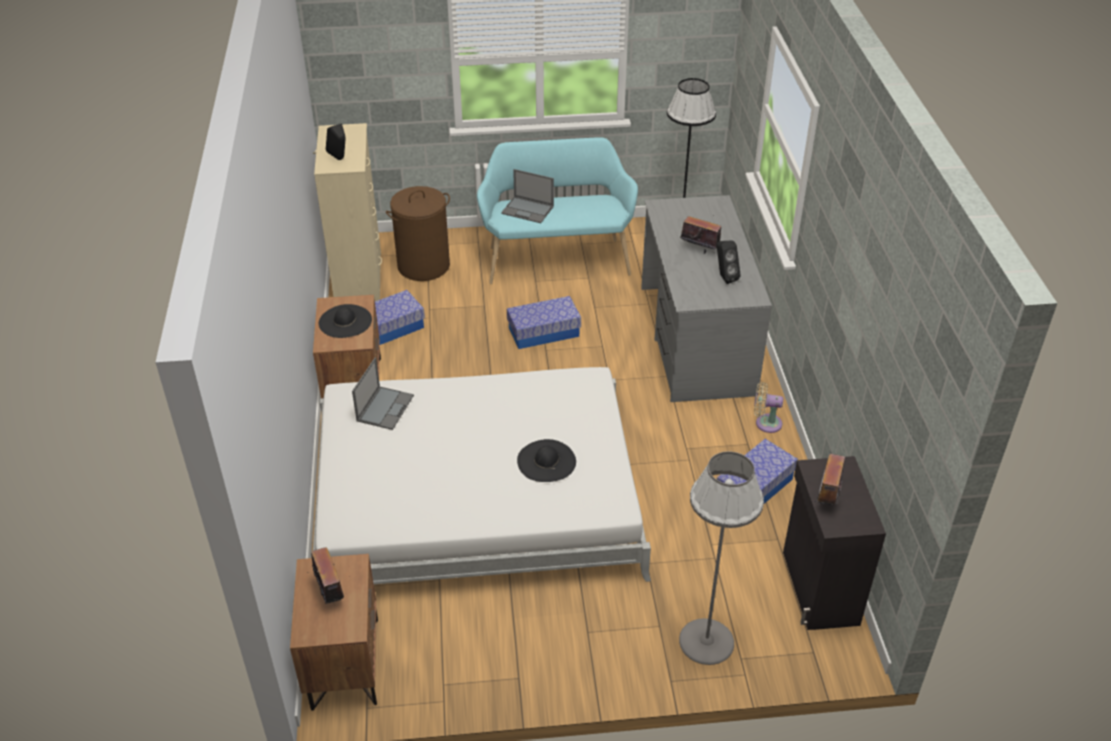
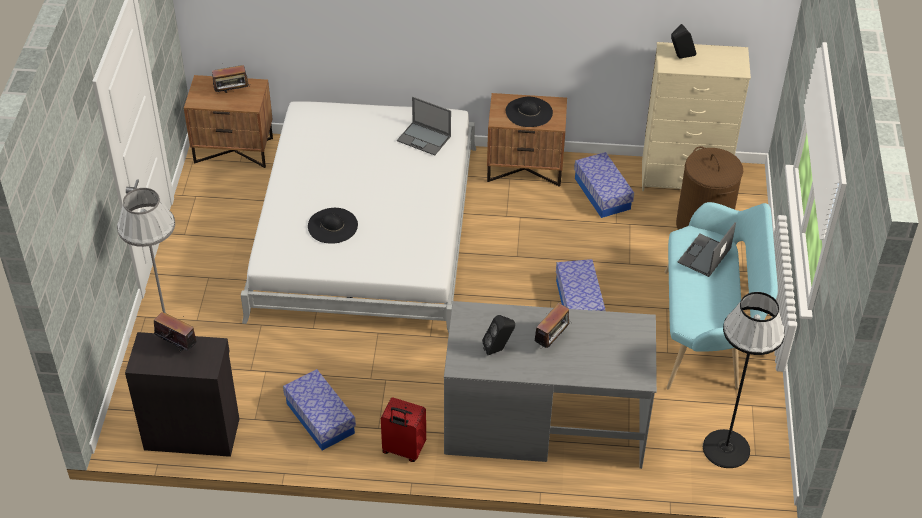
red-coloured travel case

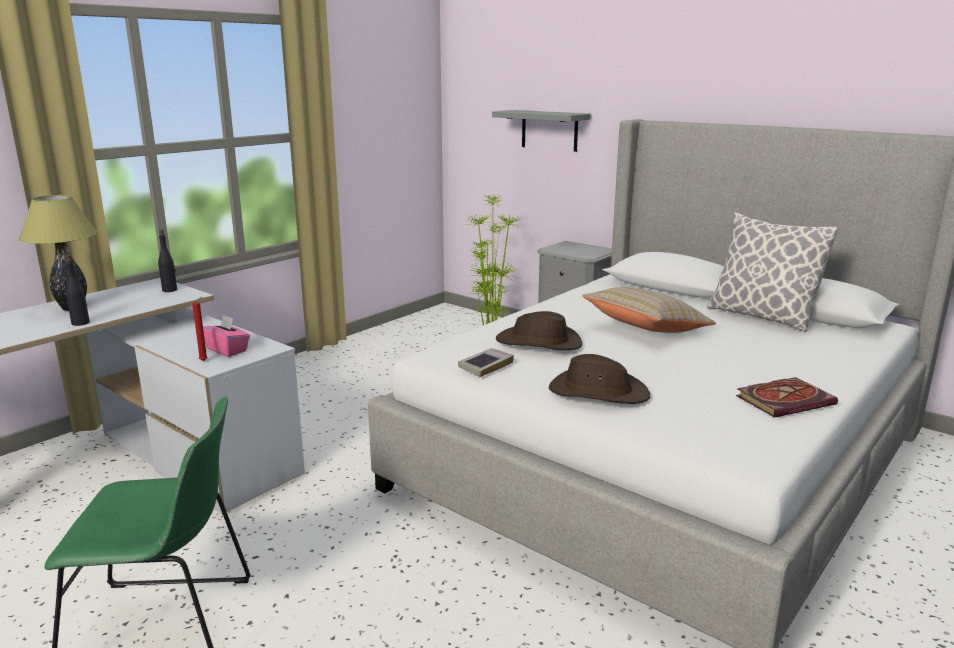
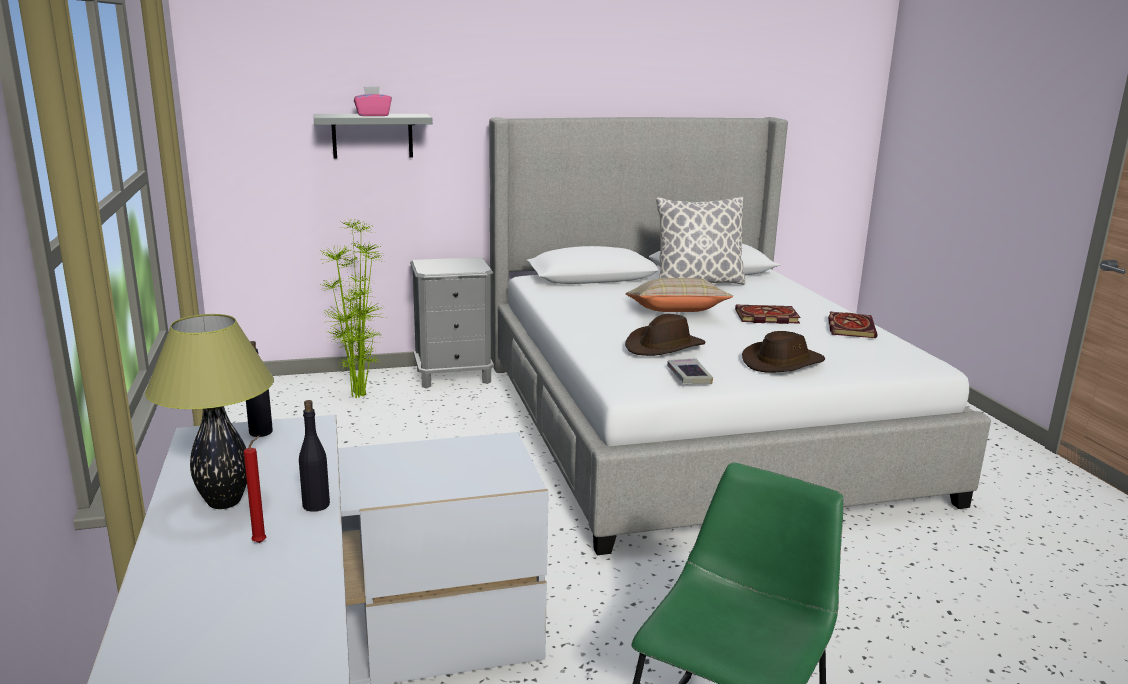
red-coloured wax candle; pink box of tissues; book (2nd from left)

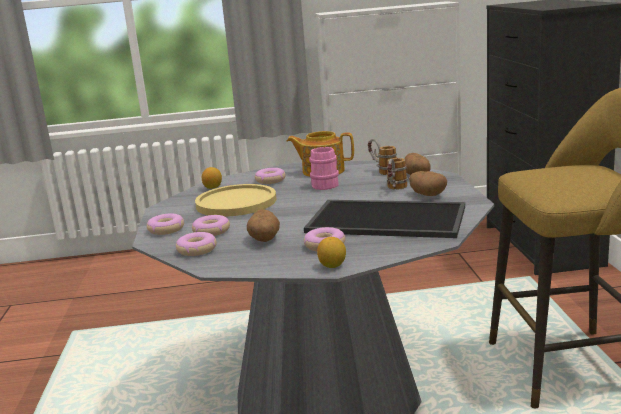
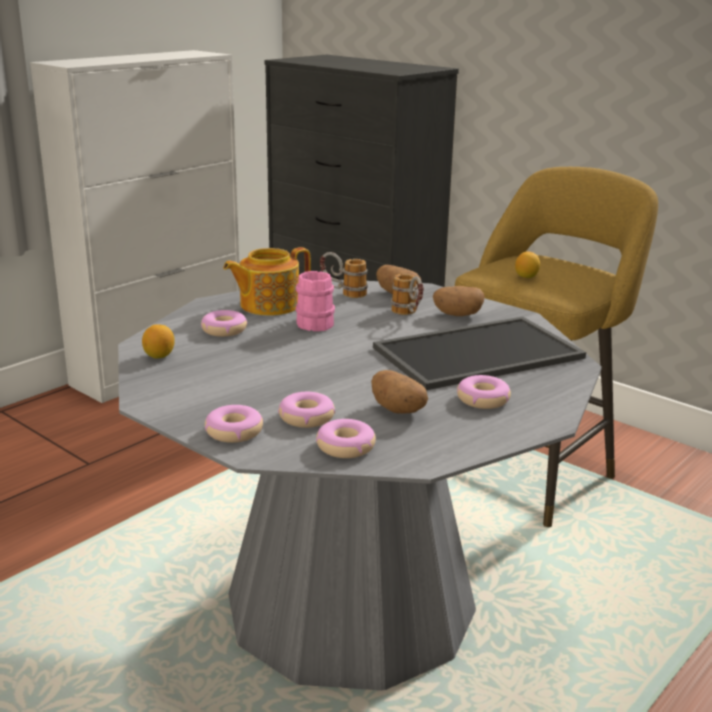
citrus fruit (2nd from left); yellow plate

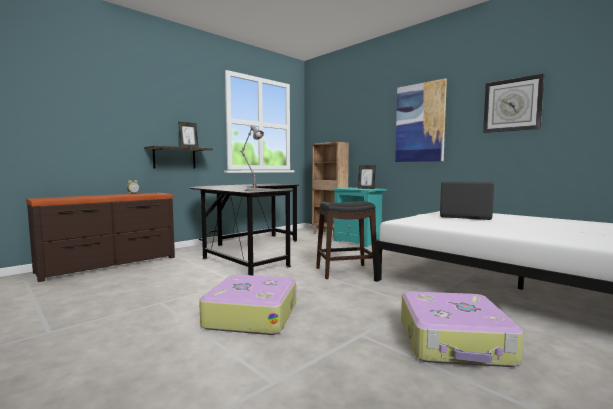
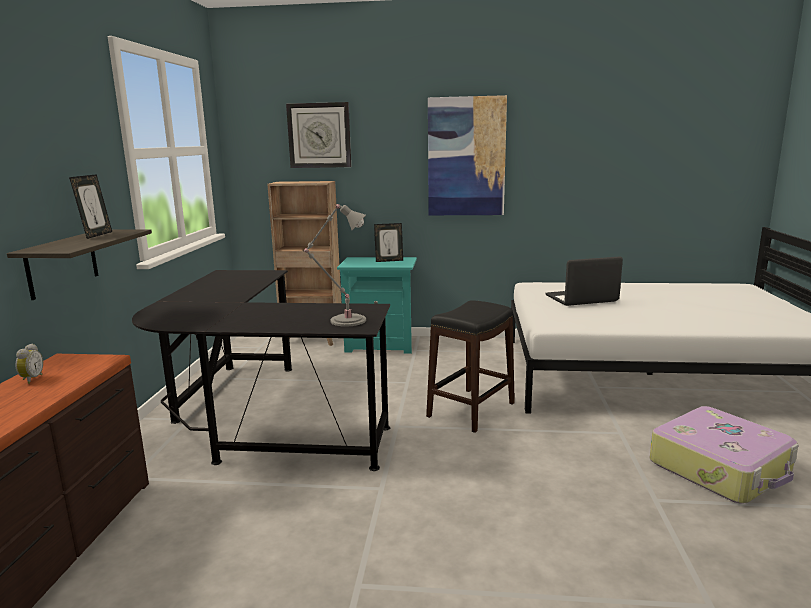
hanging clock; travel case (1st from left in the first image)

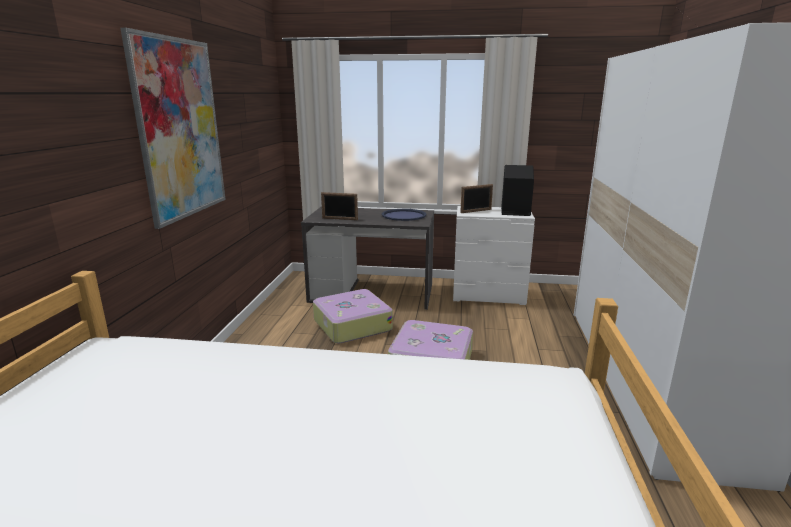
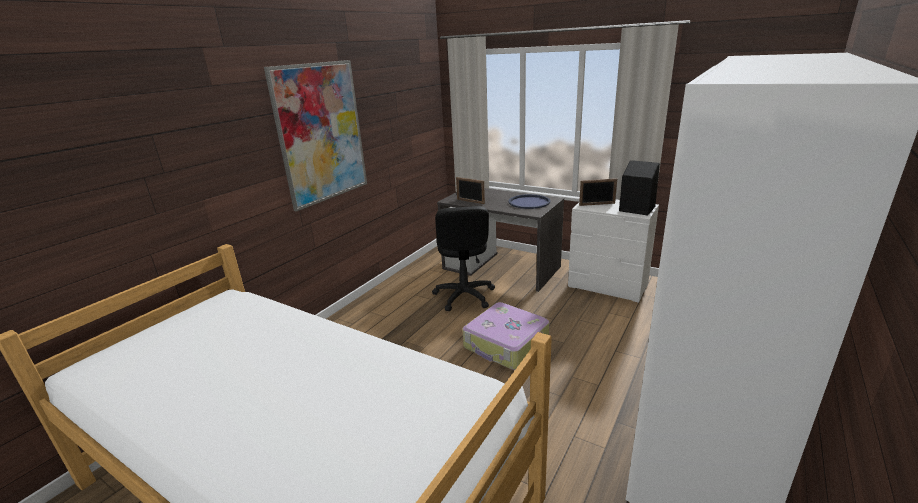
blackish desk chair

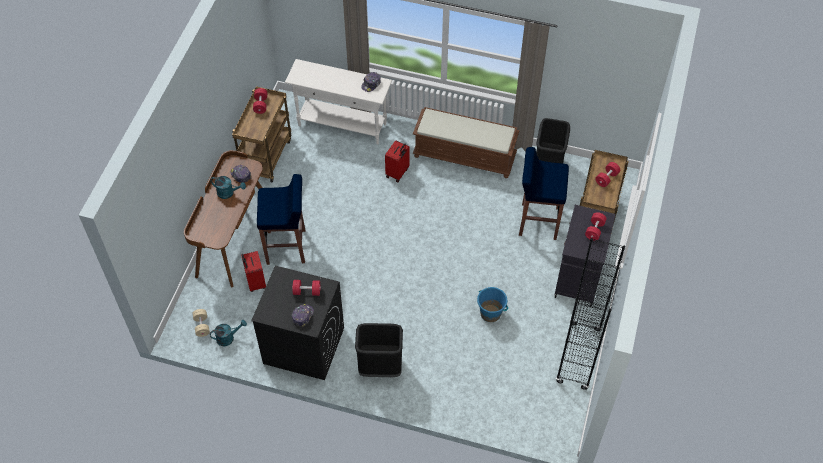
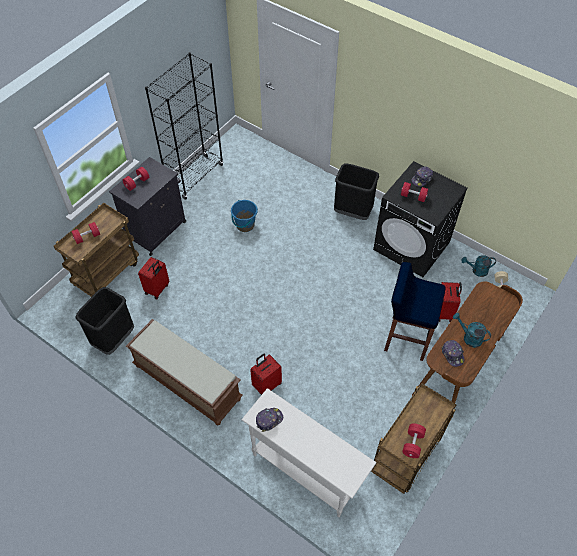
red-coloured travel case (1st from left)

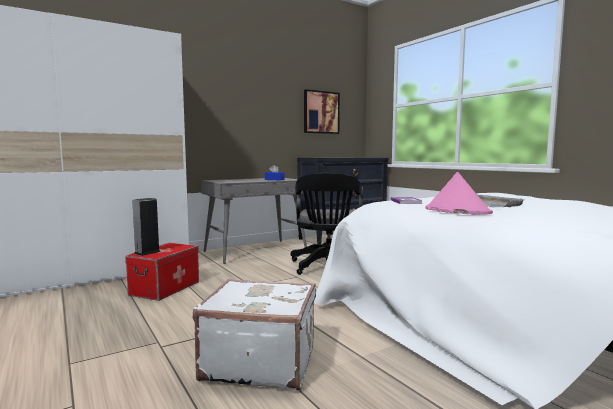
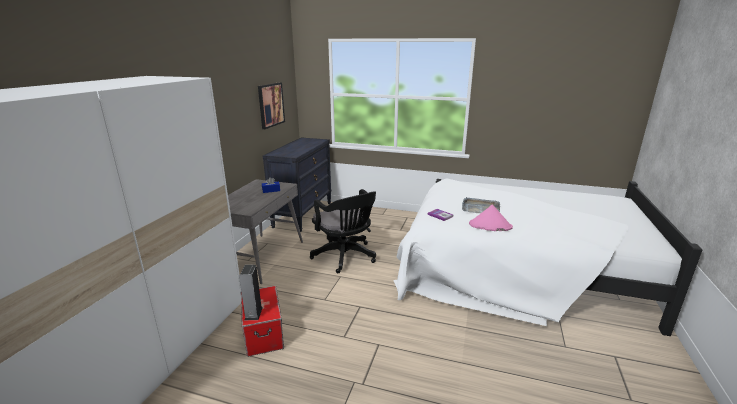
white-coloured travel case

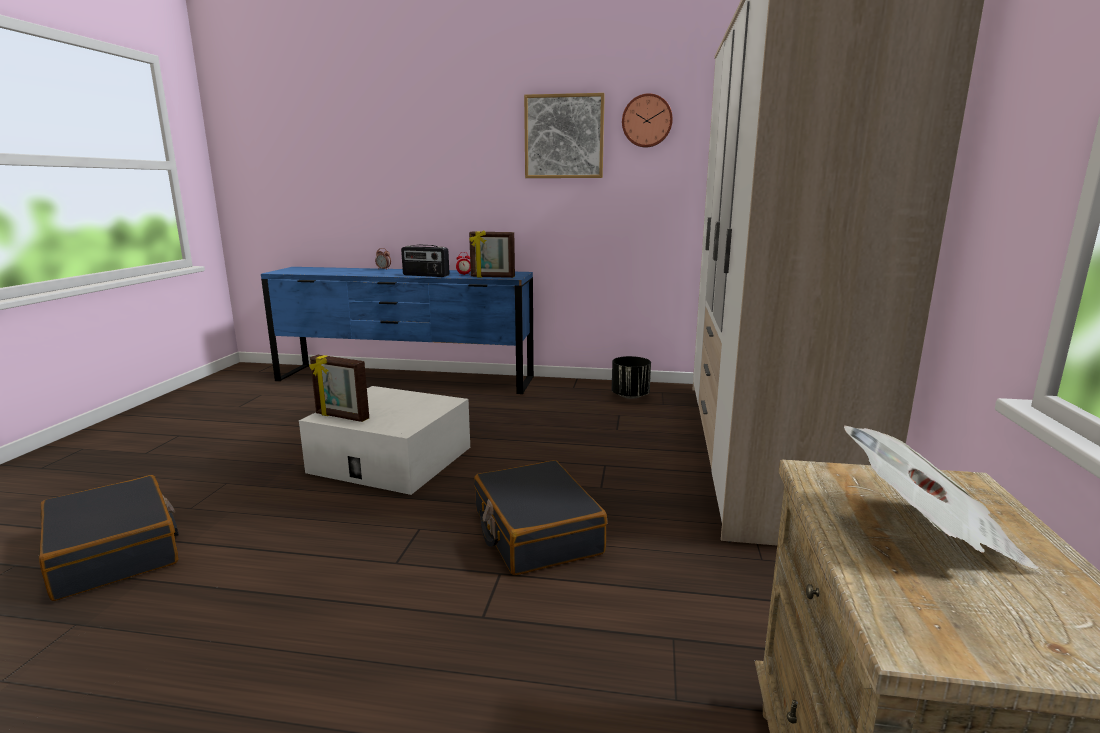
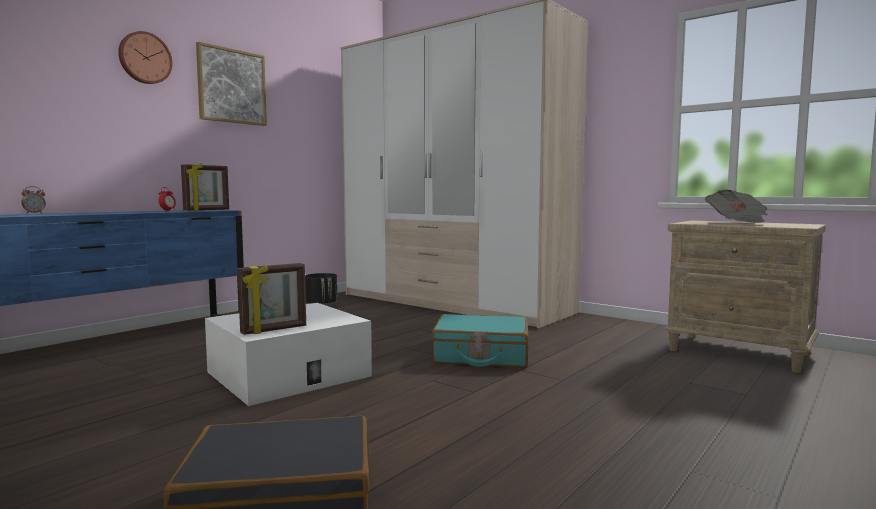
hanging clock; turquoise-coloured travel case; radio set

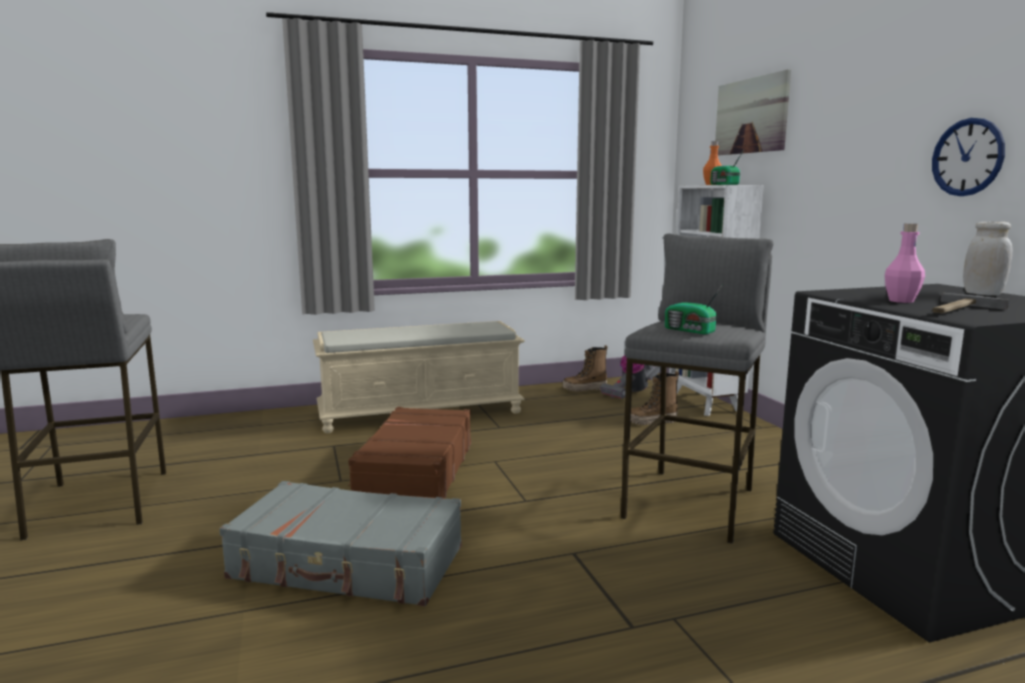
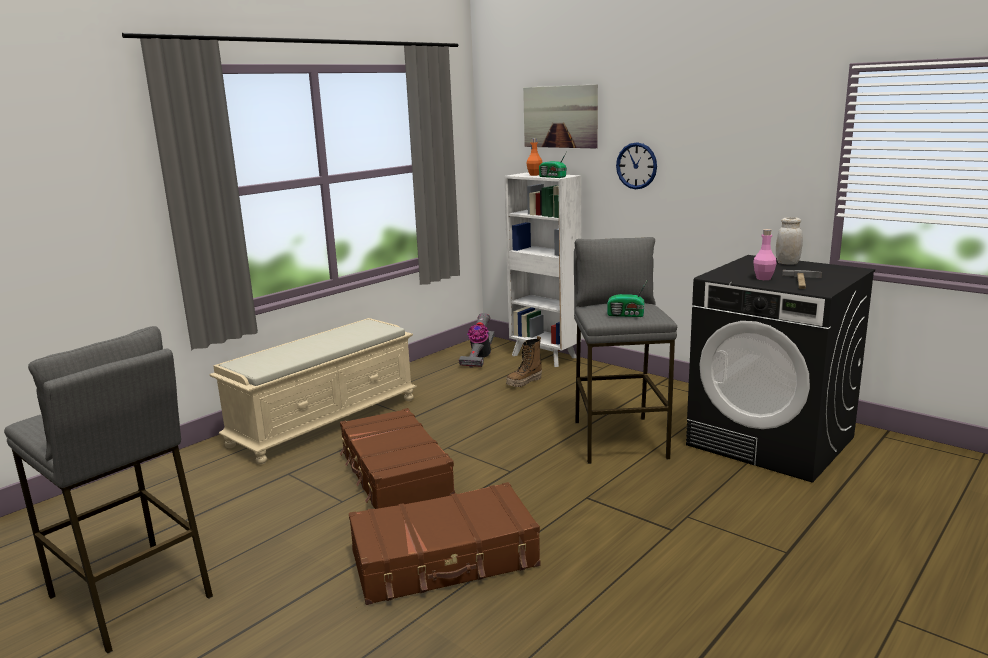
brown-coloured travel case (2nd from left); hanging clock; high-top boot (1st from left in the first image)

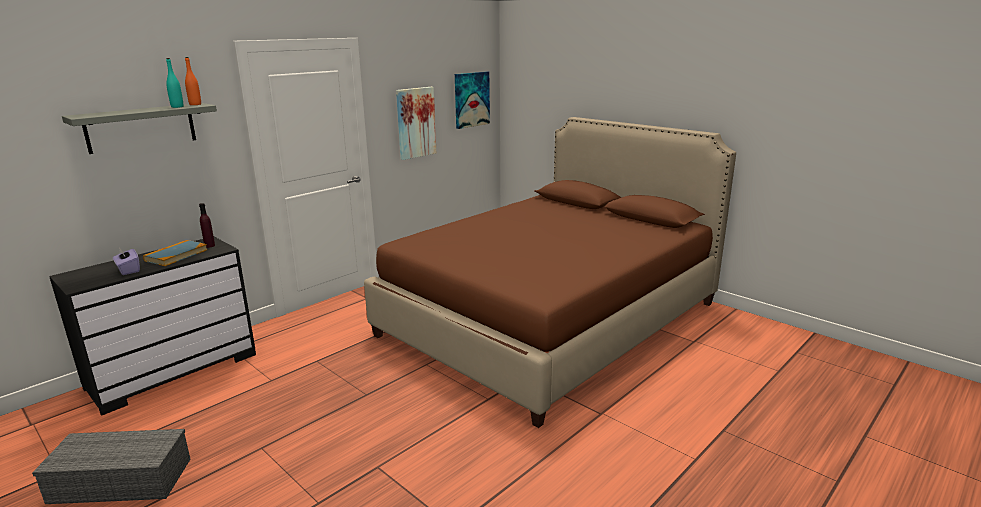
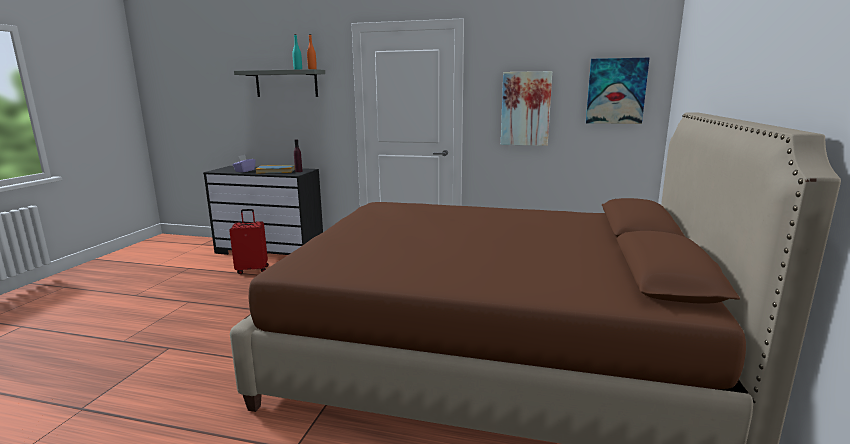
red-coloured travel case; gray storage bin

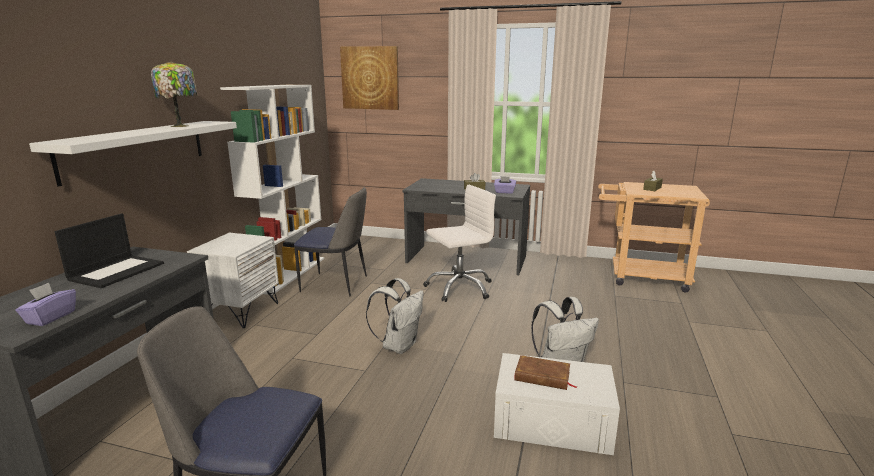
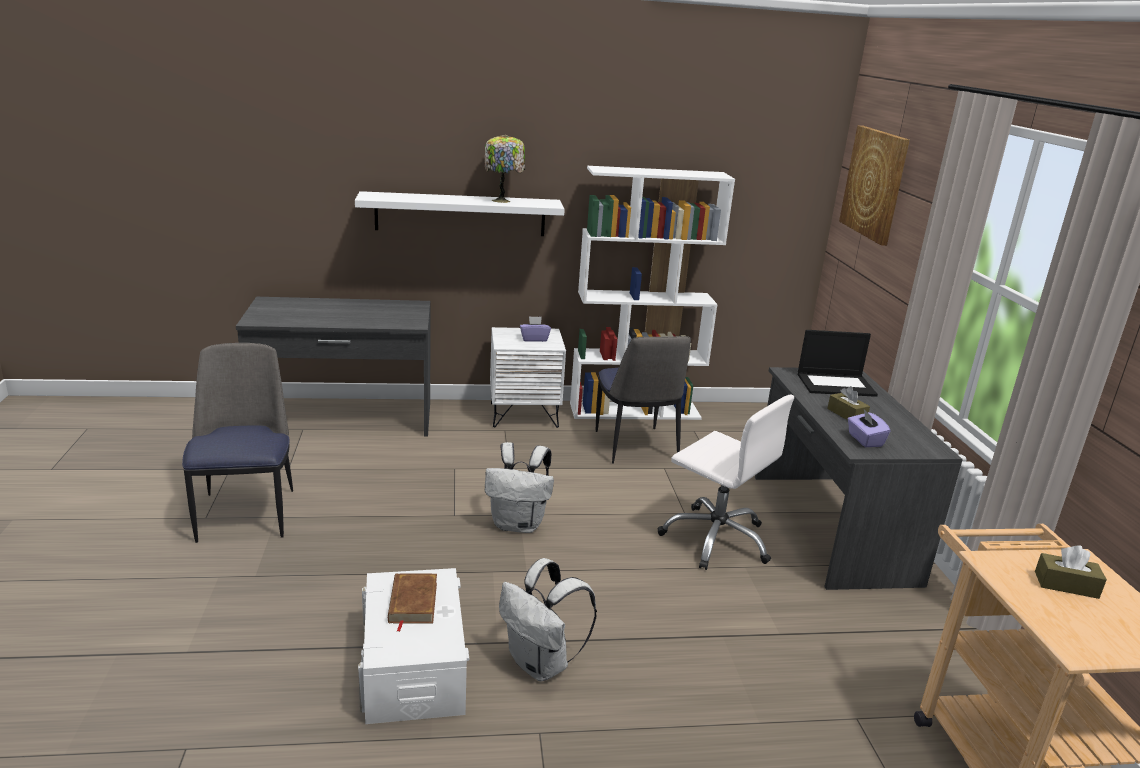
purple-coloured box of tissues (1st from left); laptop

